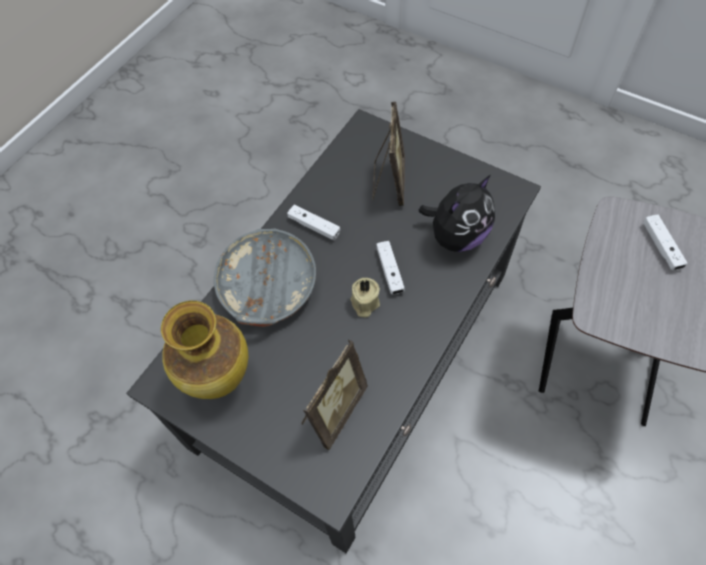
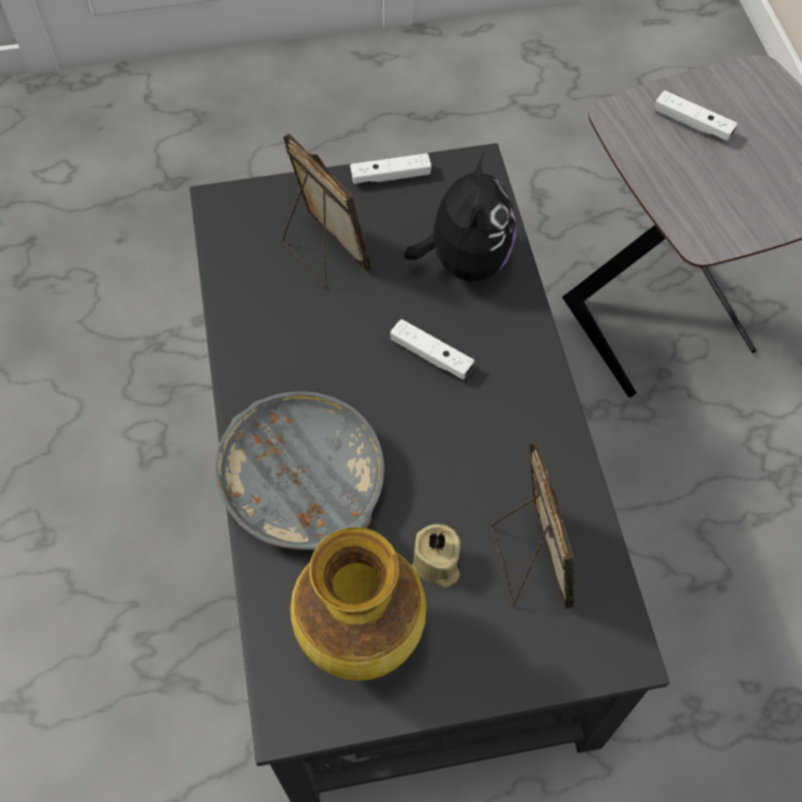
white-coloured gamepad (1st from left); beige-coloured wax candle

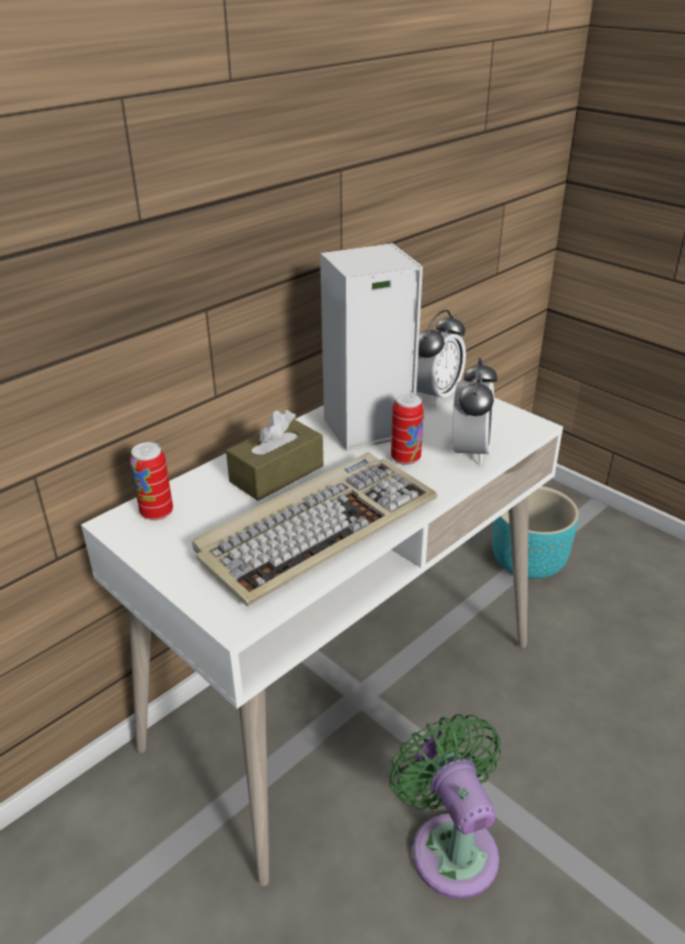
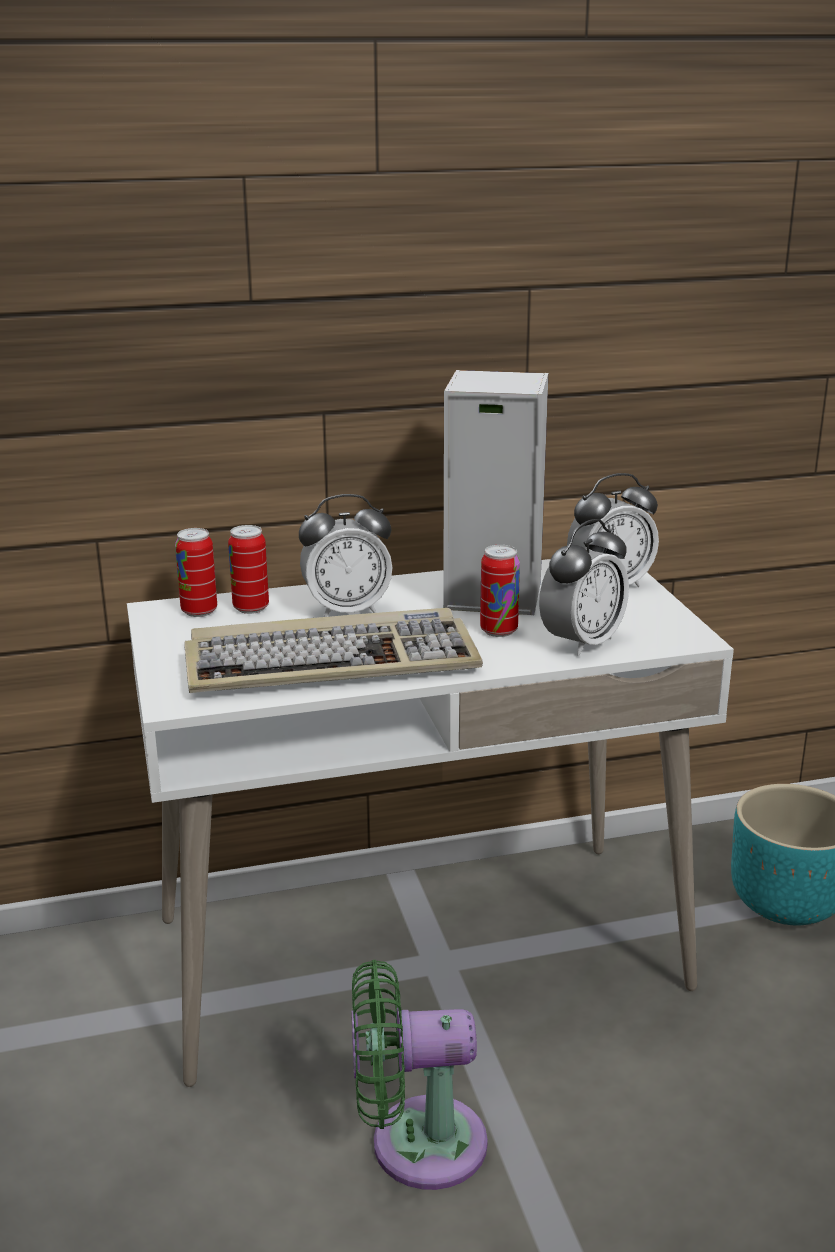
can (2nd from left); table clock (1st from left); green cooling fan

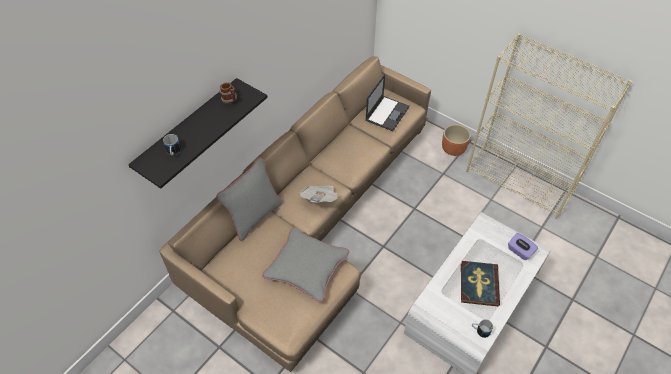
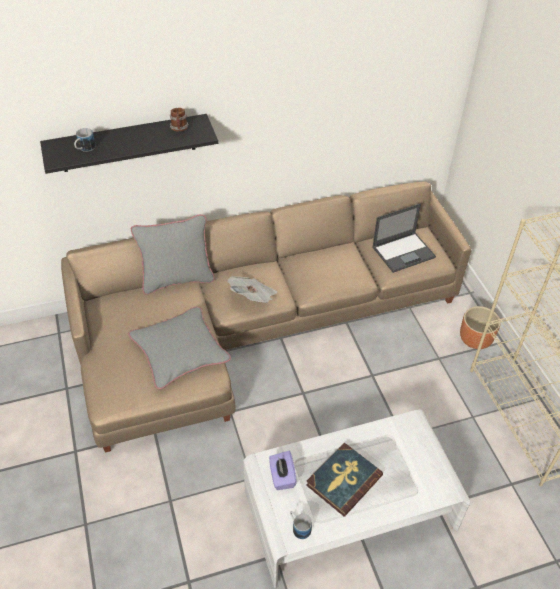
purple-coloured box of tissues

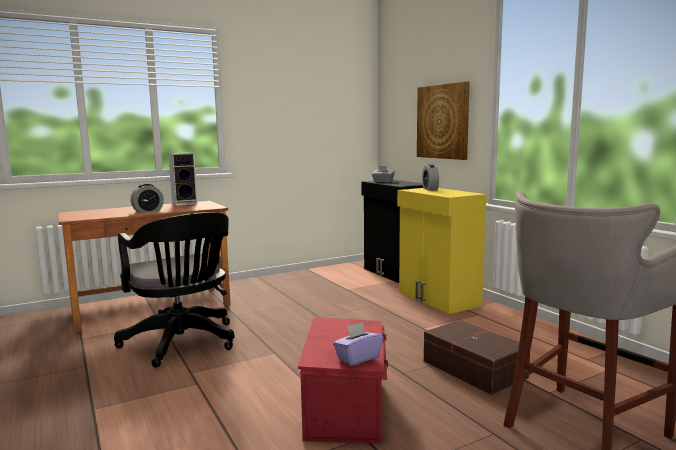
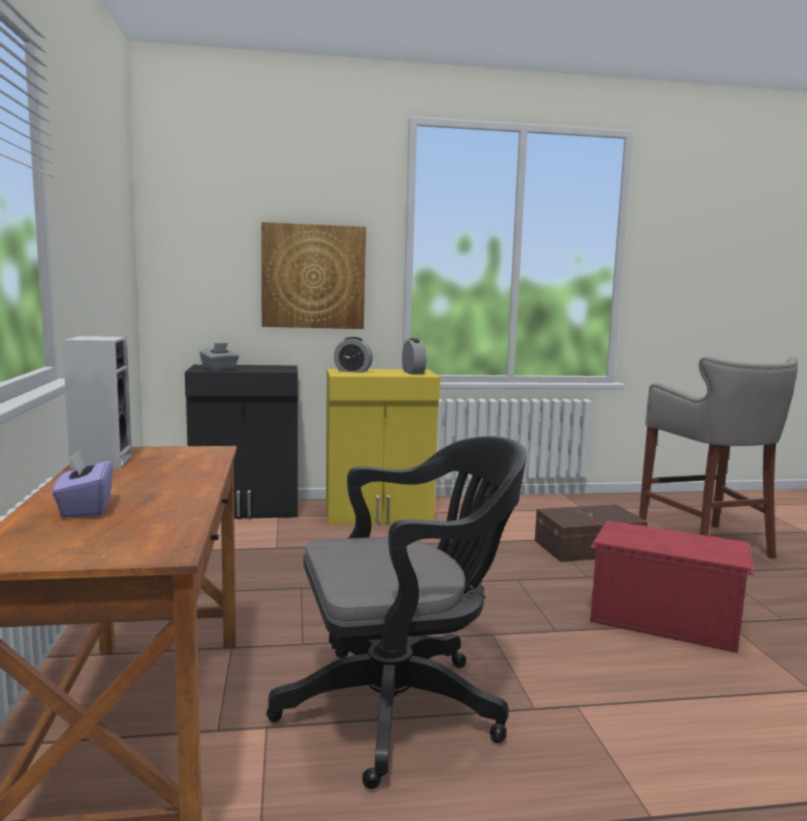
purple-coloured box of tissues; table clock (2nd from left)

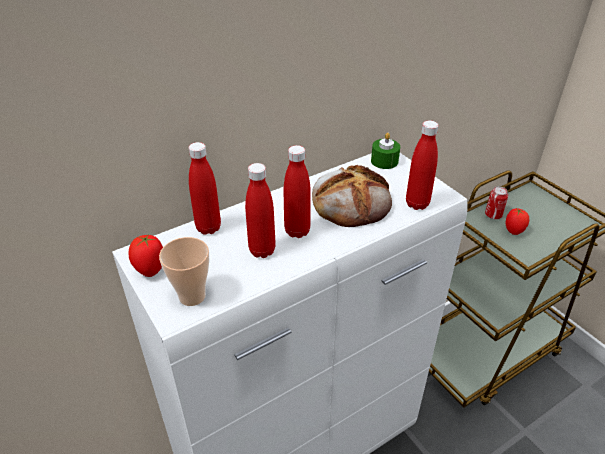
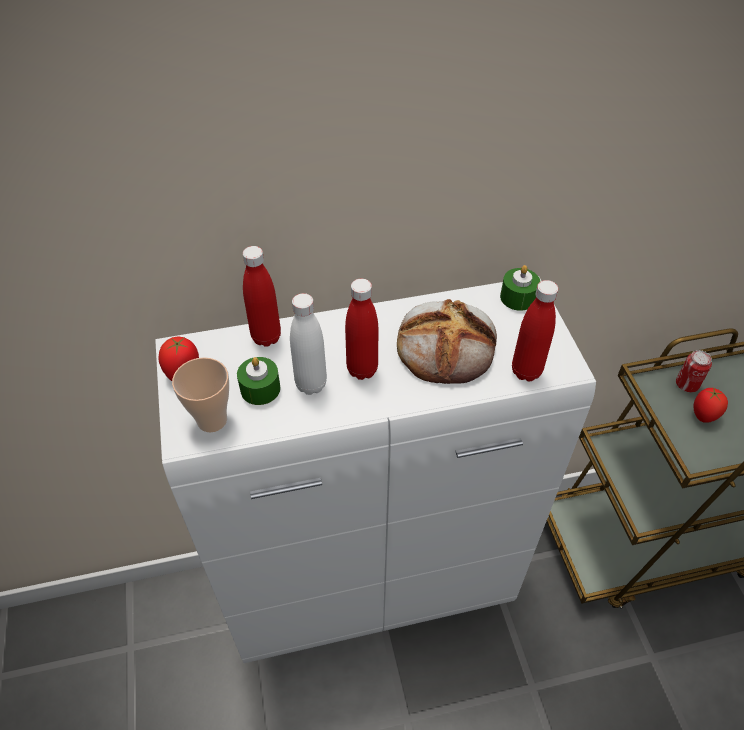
green wax candle (1st from left); white-coloured bottle

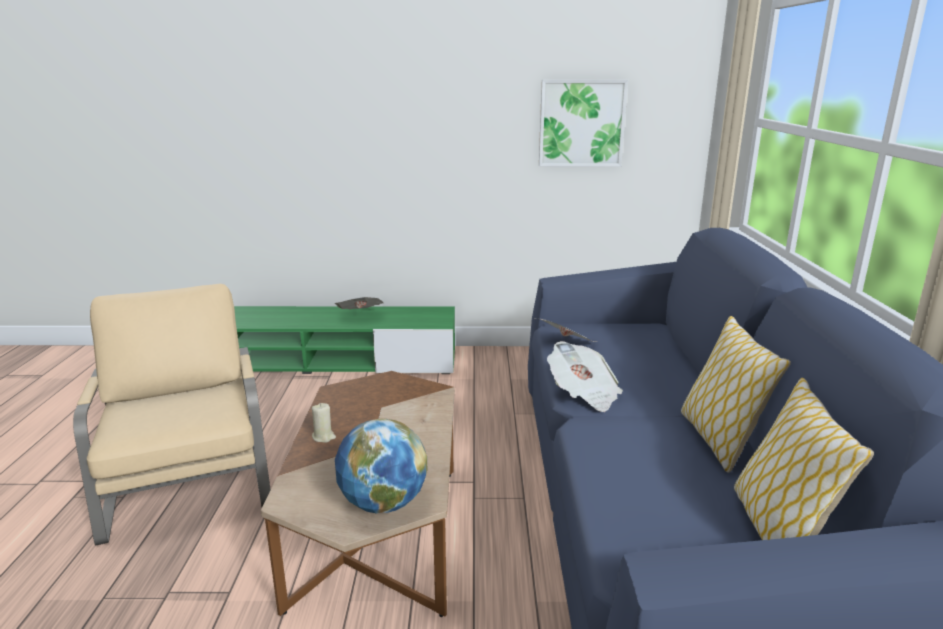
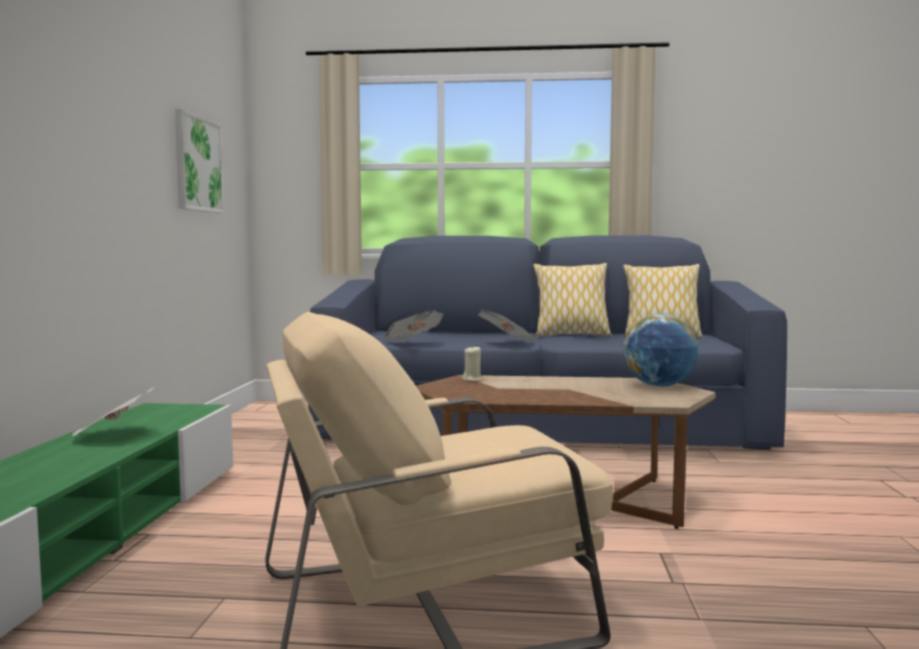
beige-coloured wax candle

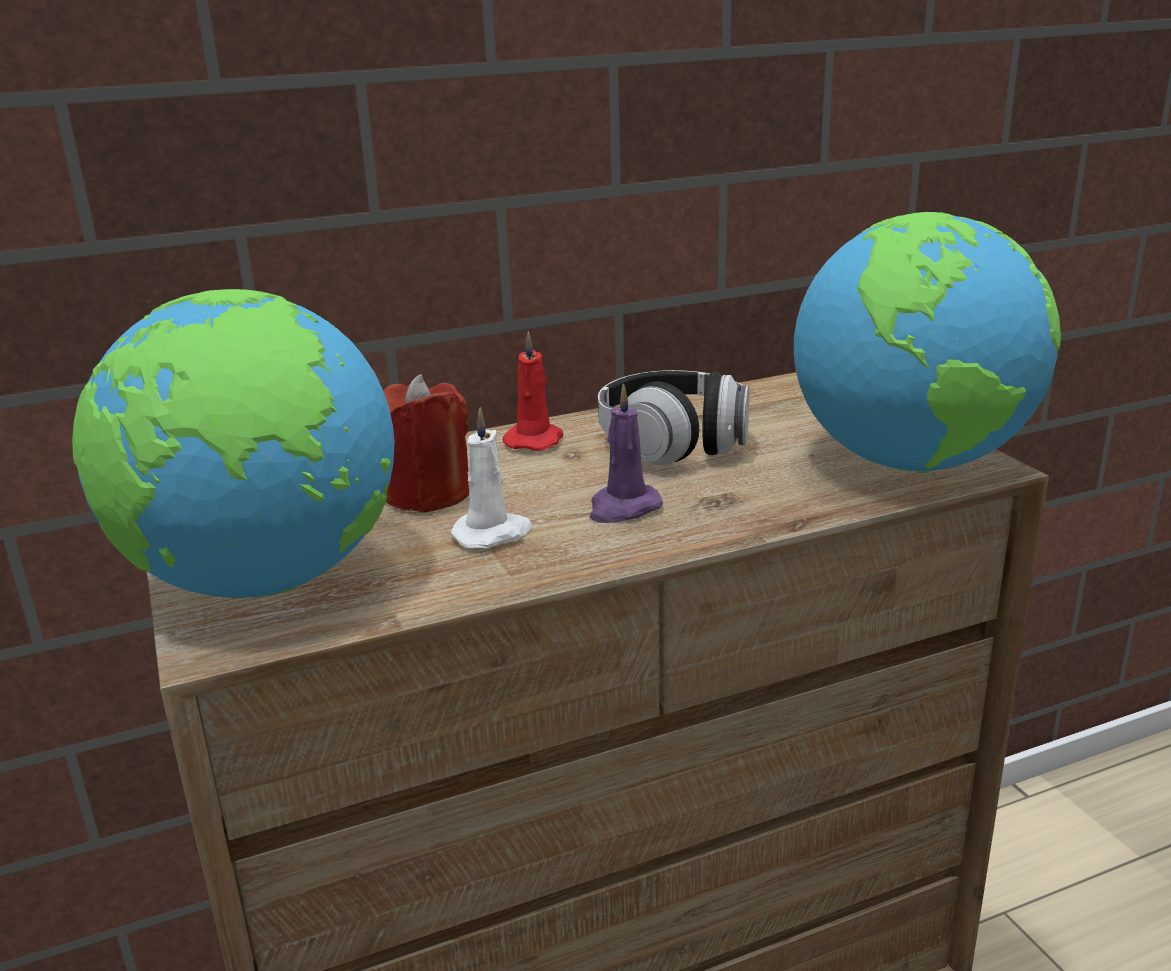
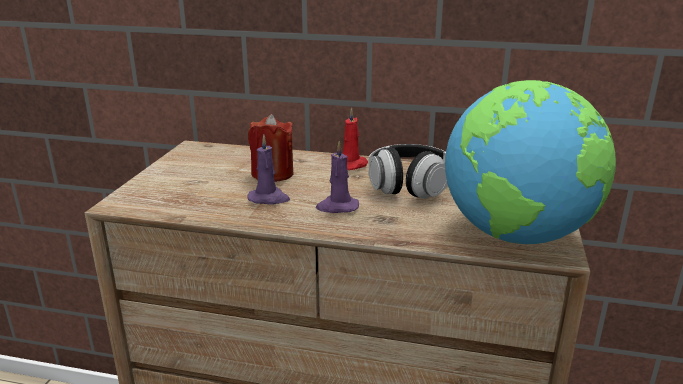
purple-coloured wax candle (1st from left); world globe (1st from left in the first image)

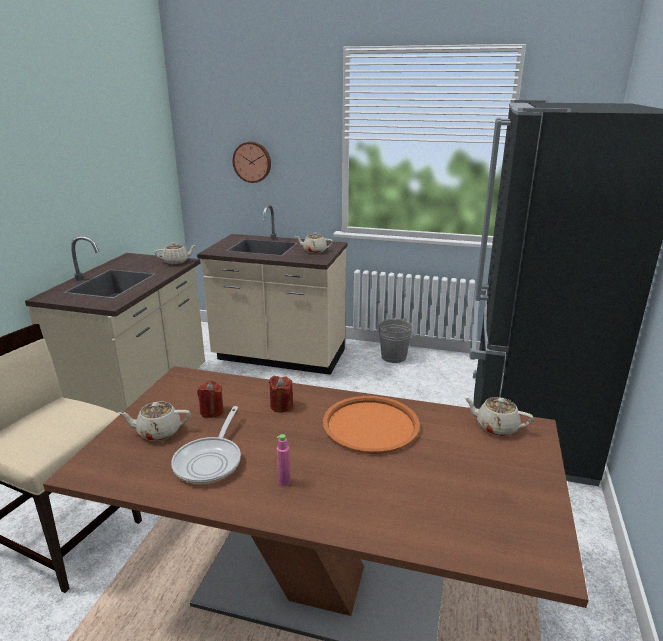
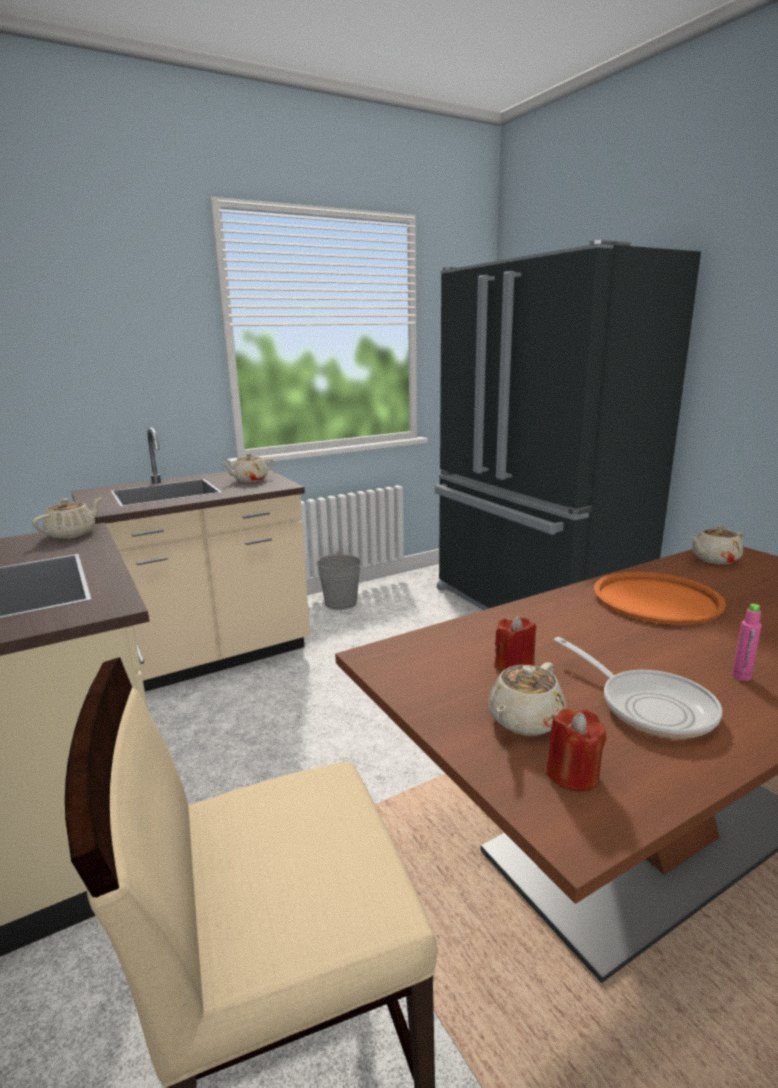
red-coloured wax candle (2nd from left); hanging clock

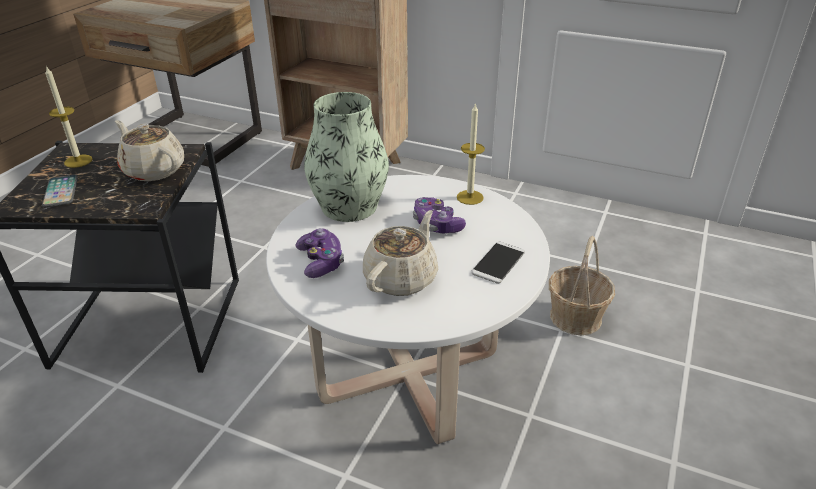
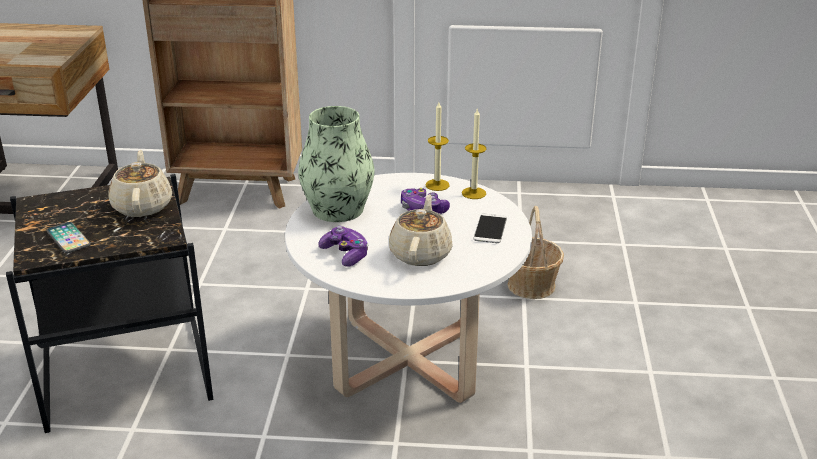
beige-coloured tea pot (1st from left); wax candle (2nd from left)

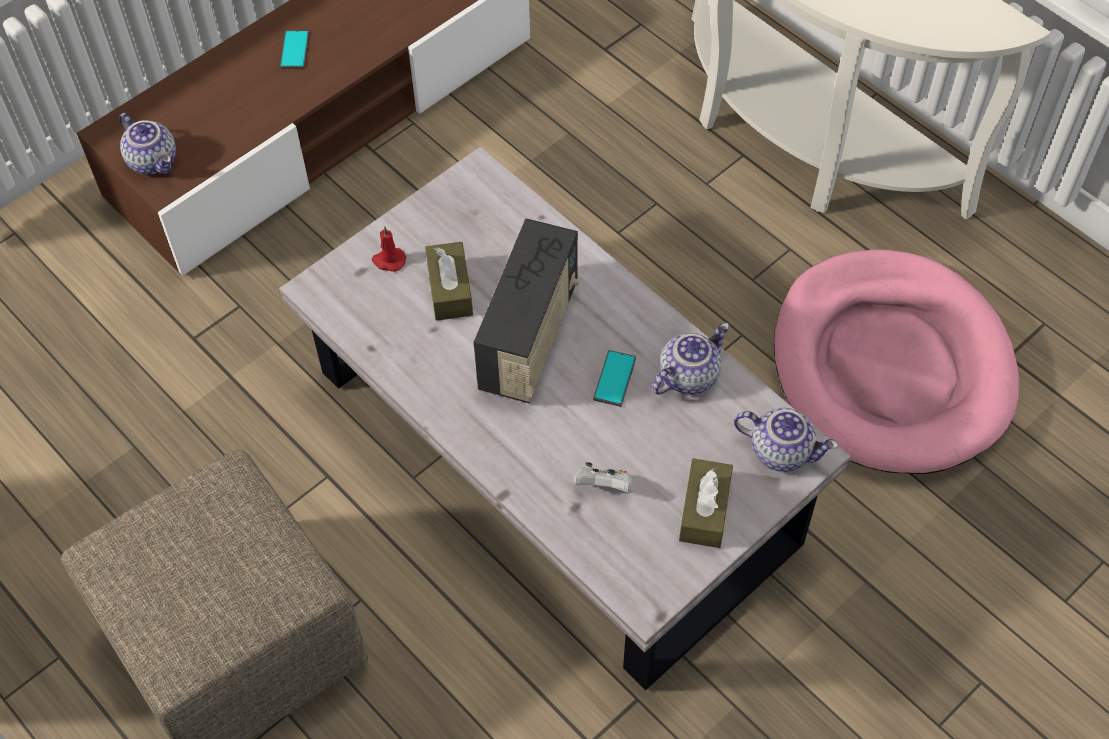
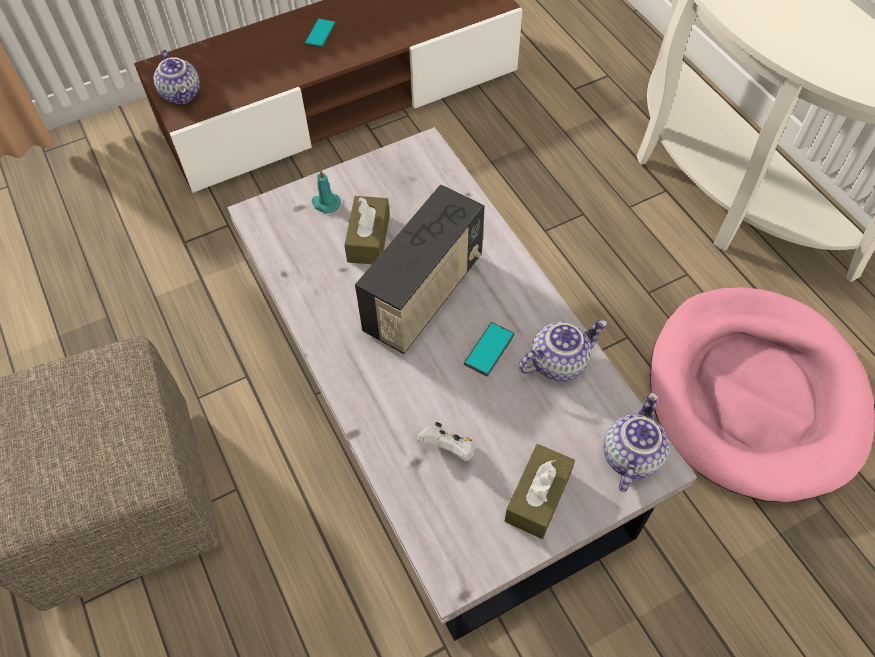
turquoise-coloured wax candle; tea pot (3rd from left)

